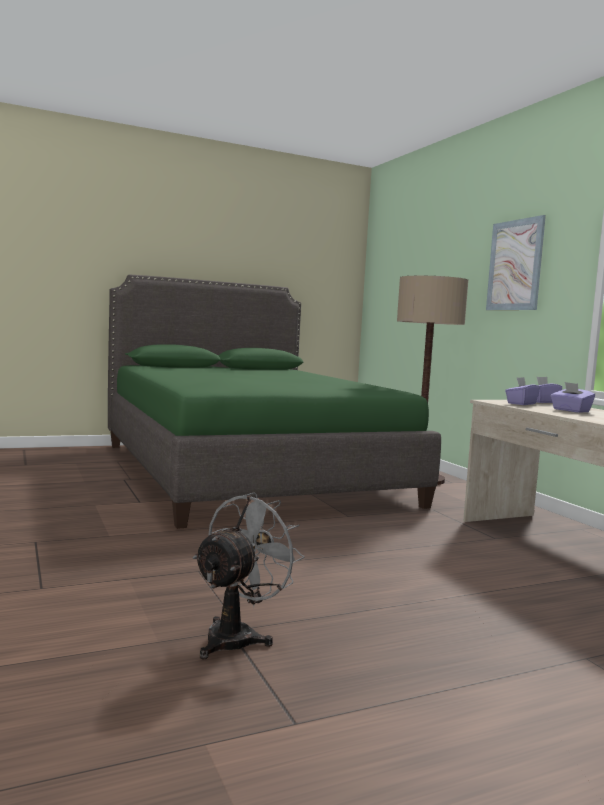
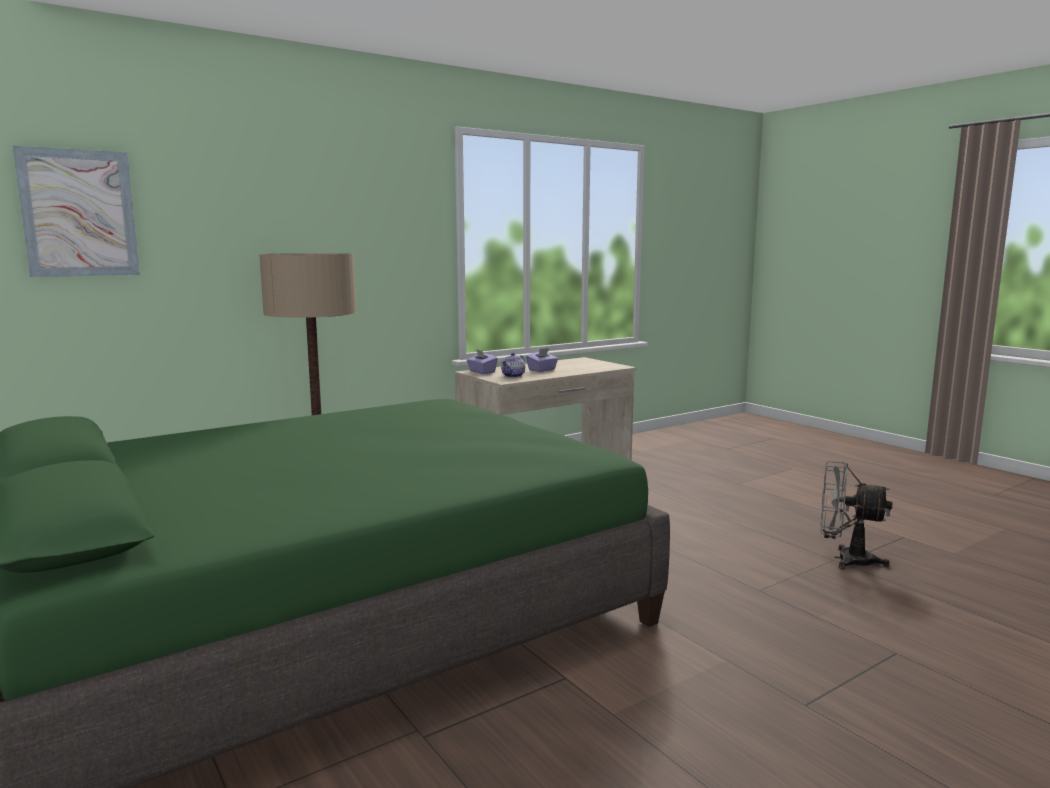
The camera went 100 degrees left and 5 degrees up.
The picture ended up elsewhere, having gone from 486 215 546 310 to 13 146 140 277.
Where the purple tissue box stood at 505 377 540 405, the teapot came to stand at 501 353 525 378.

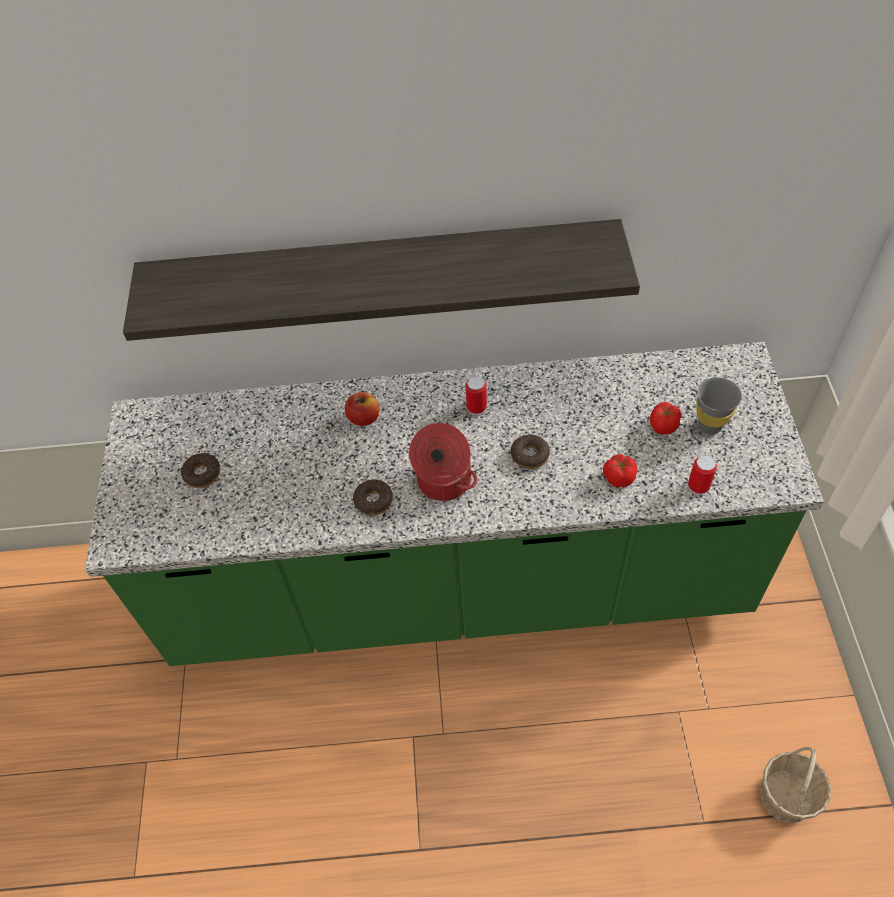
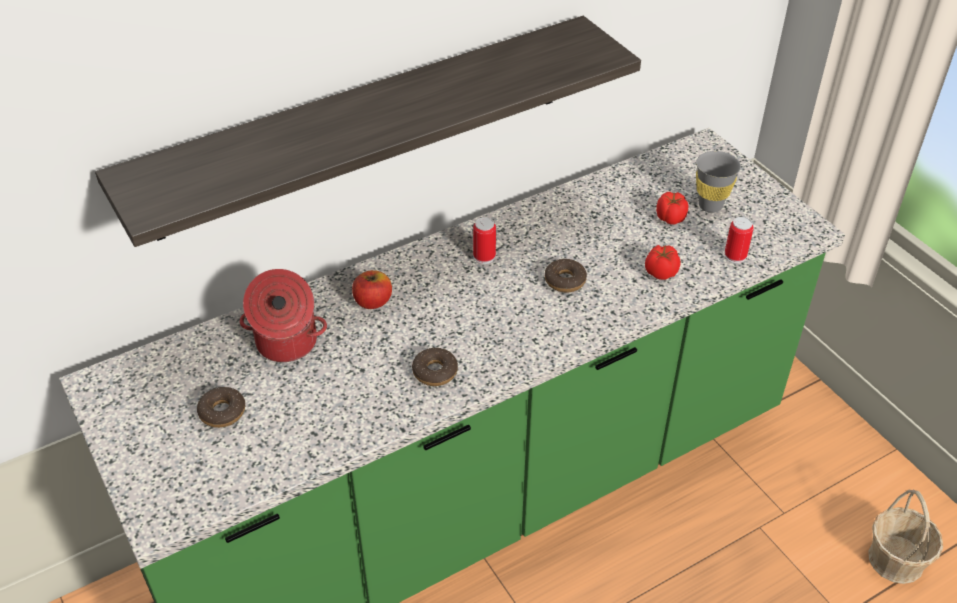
The camera went 30 degrees left and 10 degrees down.
The cooking pot ended up elsewhere, having gone from 409 423 478 501 to 240 269 327 362.

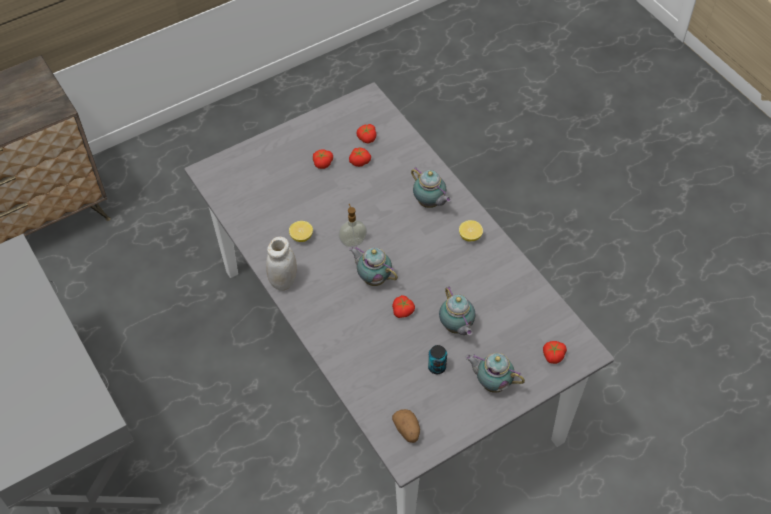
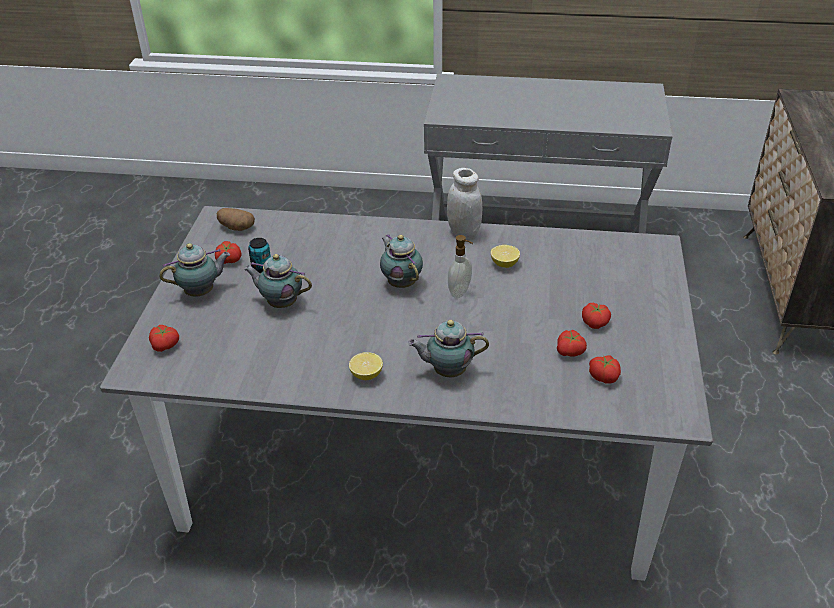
The camera went 130 degrees right and 15 degrees down.
The tomato ended up elsewhere, having gone from 392 295 415 318 to 215 241 241 264.
The teapot at 349 246 398 286 ended up facing another way, 105 degrees counterclockwise from before.

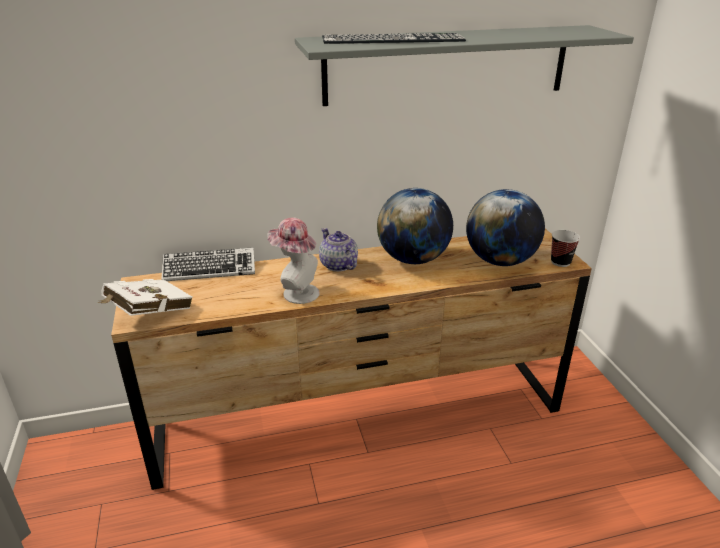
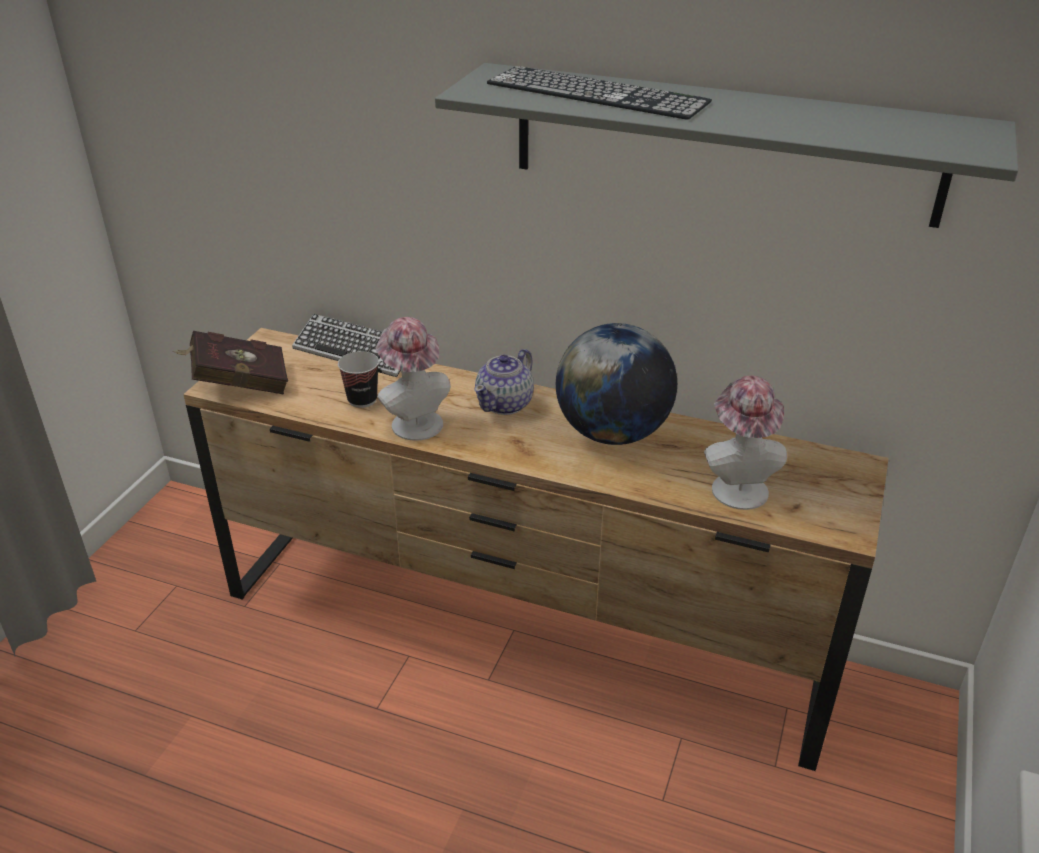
The camera went 35 degrees right and 5 degrees up.
What was the white book at 97 279 193 316 turned into the red book at 173 331 288 394.
The cup ended up elsewhere, having gone from 551 230 580 267 to 338 351 379 408.
The teapot at 319 228 358 272 ended up facing another way, 150 degrees counterclockwise from before.
Where the globe stood at 466 189 545 266, the hat came to stand at 704 375 787 510.

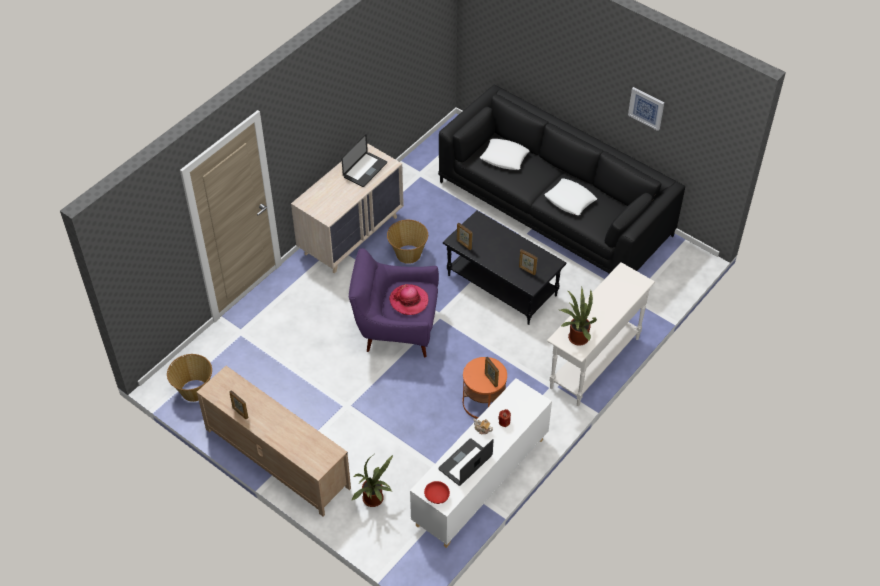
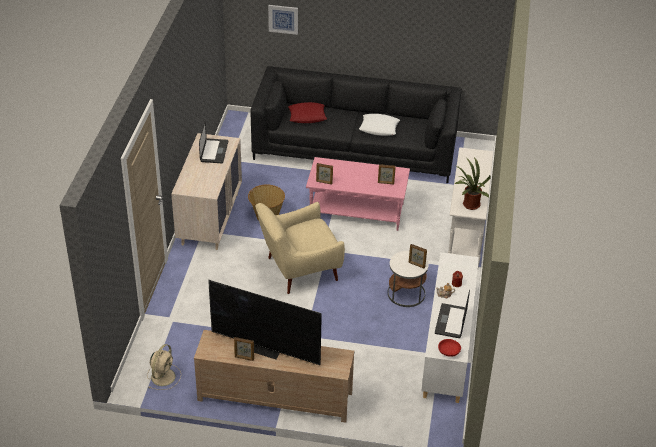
The camera went 30 degrees left and 10 degrees down.
Where the basket stood at 167 354 212 402, the beige fan came to stand at 147 344 181 390.
The second view gained the television at 208 280 322 365.
What was the purple armchair at 349 248 439 357 turned into the beige armchair at 255 202 345 294.
The picture ended up elsewhere, having gone from 628 87 664 131 to 268 5 298 35.
What was the white pillow at 480 139 529 170 turned into the red pillow at 288 102 327 123.
What was the black coffee table at 443 210 566 325 turned into the pink coffee table at 306 157 410 231.
What was the orange side table at 463 357 507 419 turned into the white side table at 388 251 429 307.
The second view lost the potted plant at 351 455 393 507.
The second view lost the hat at 389 284 428 315.

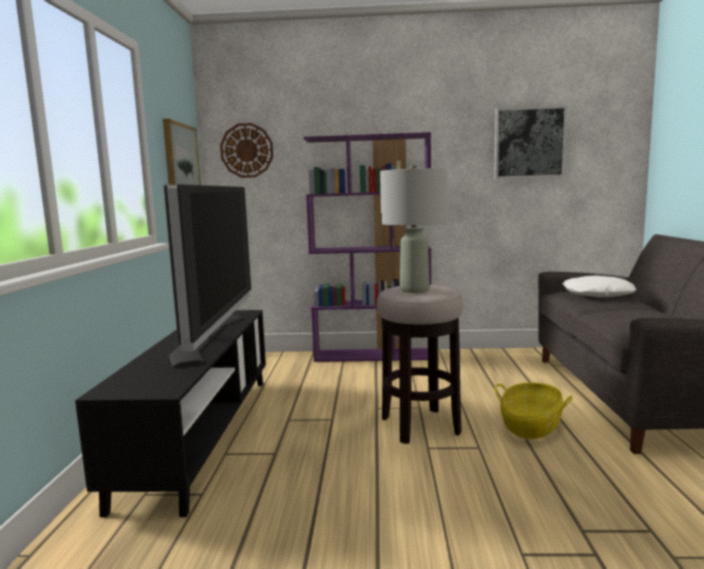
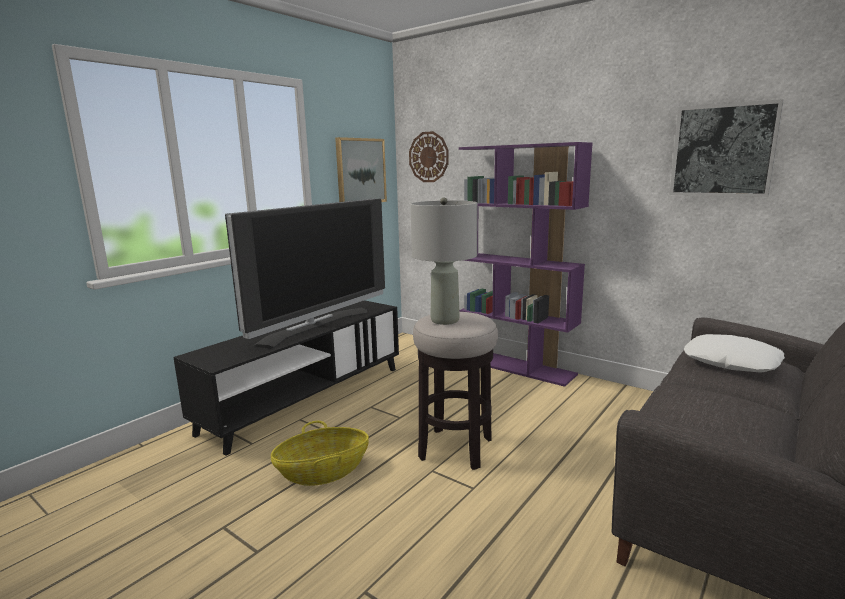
The camera went 35 degrees right and 5 degrees up.
The basket ended up elsewhere, having gone from 494 382 573 439 to 271 421 369 486.

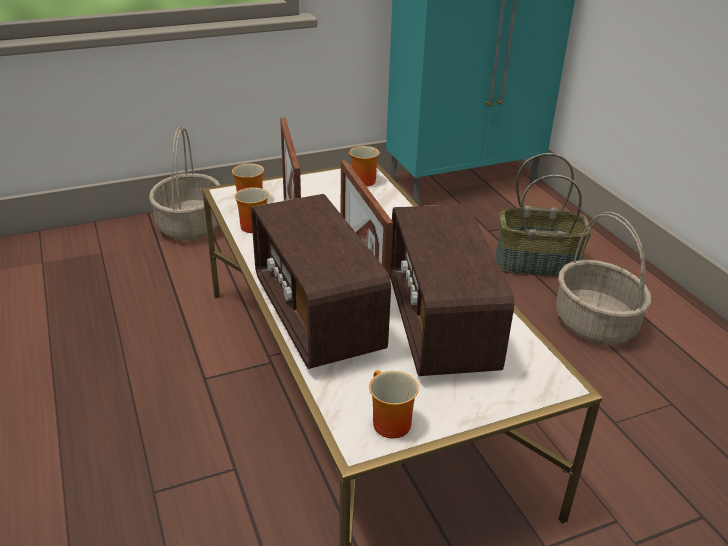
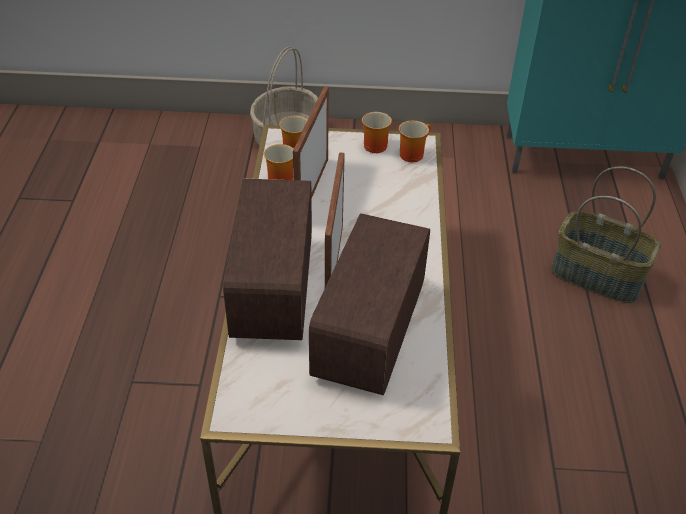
The camera went 25 degrees right and 10 degrees up.
The mug ended up elsewhere, having gone from 369 370 419 439 to 362 112 392 153.
The second view lost the basket at 556 212 651 345.

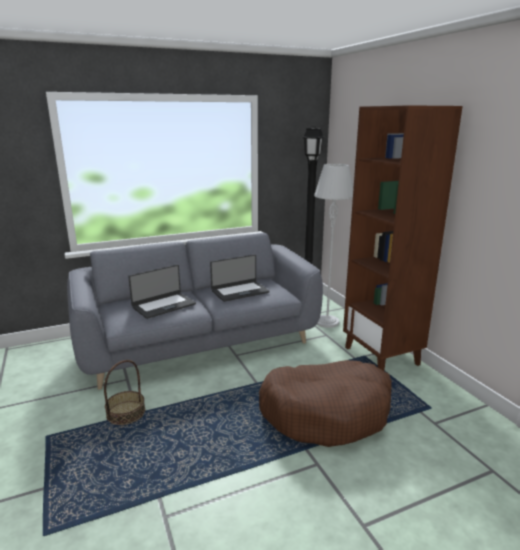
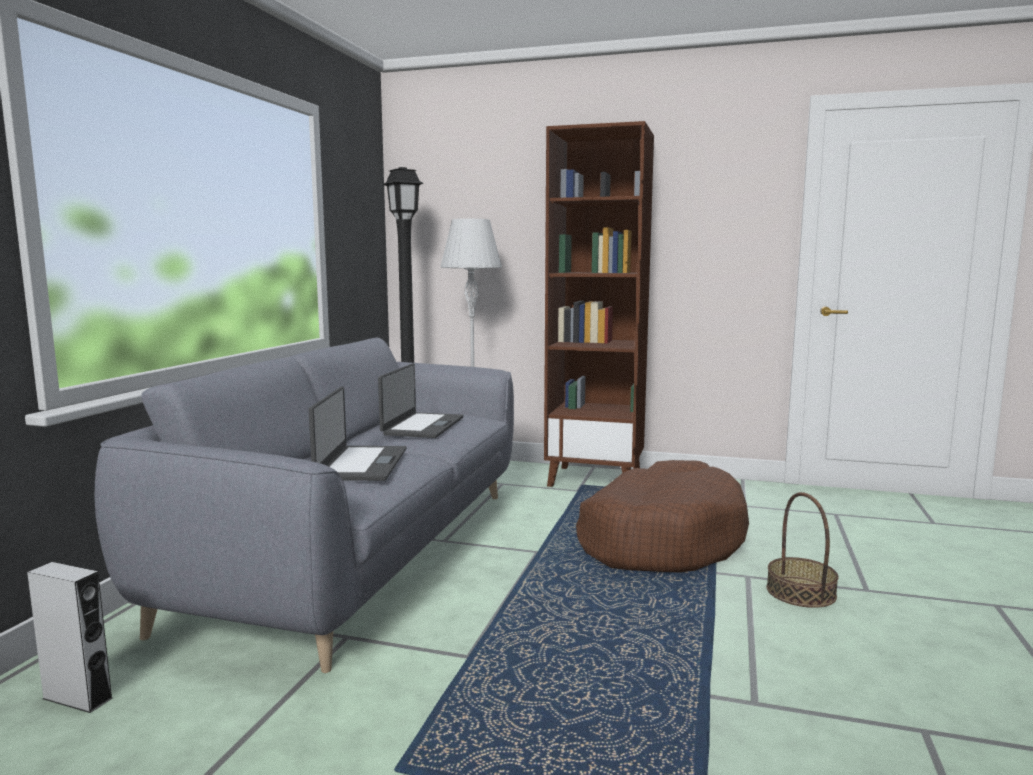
The camera went 50 degrees left and 10 degrees down.
The second view gained the grey speaker at 27 562 113 713.
The basket ended up elsewhere, having gone from 104 360 145 425 to 766 492 839 608.

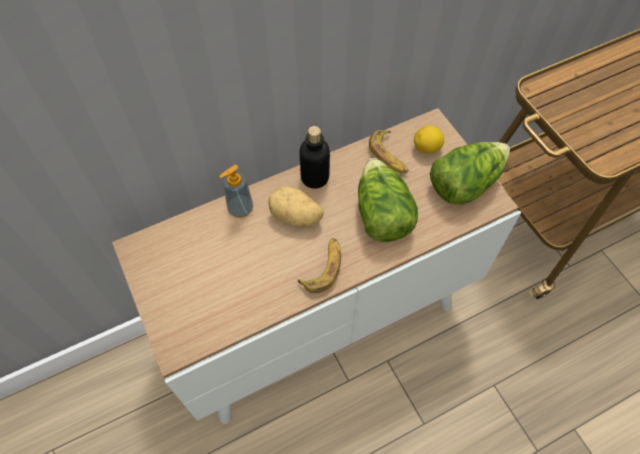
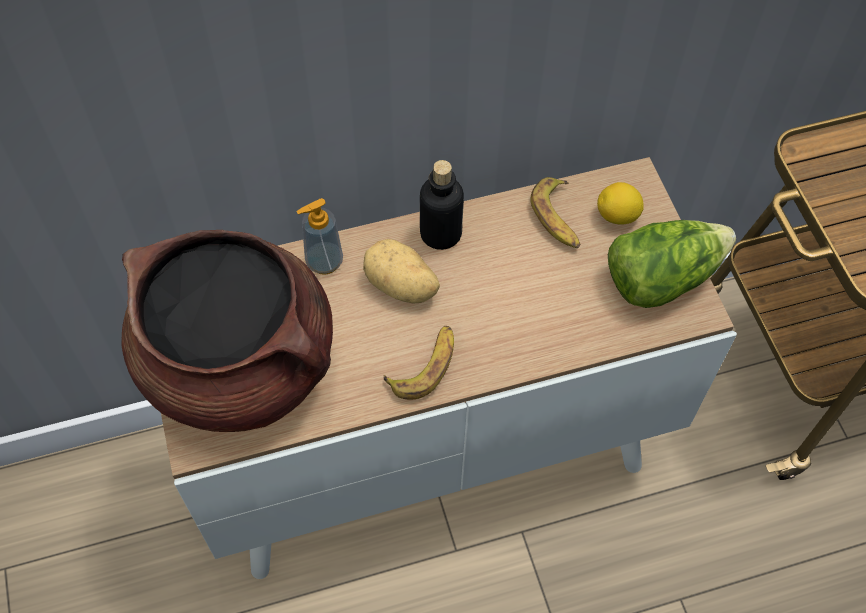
The camera went 10 degrees right and 0 degrees up.
The second view gained the brown cooking pot at 121 230 333 432.
The second view lost the lettuce at 358 158 418 242.

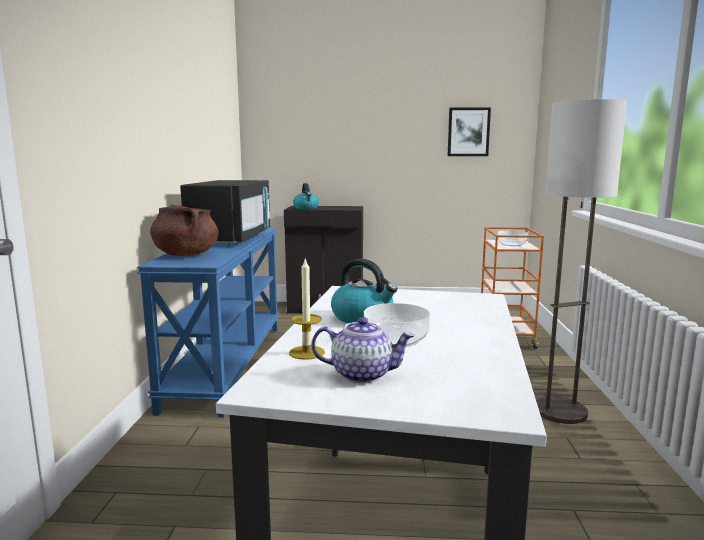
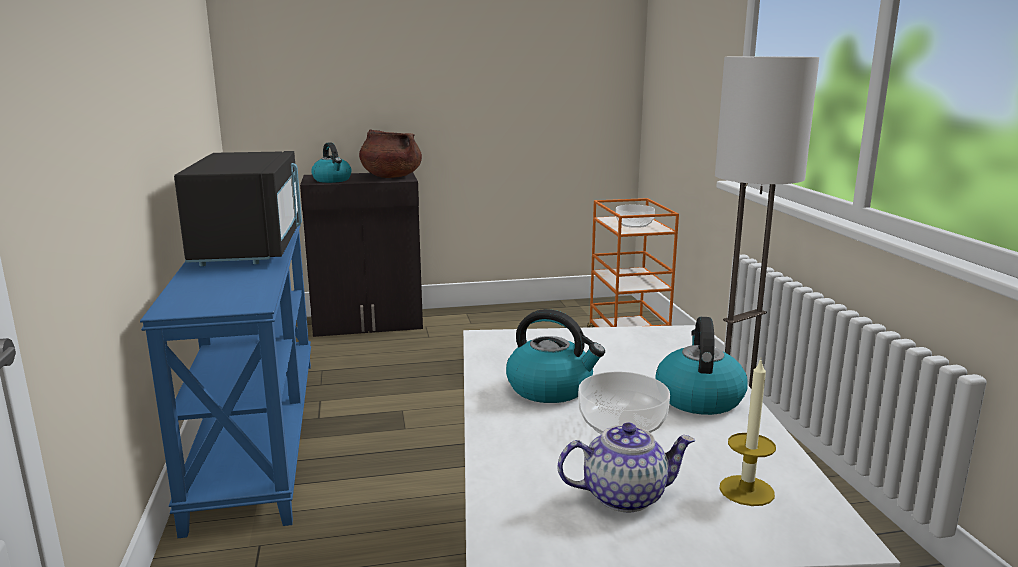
The camera went 15 degrees left and 5 degrees up.
The brown cooking pot ended up elsewhere, having gone from 150 205 219 256 to 359 129 422 178.
The second view gained the kettle at 655 317 748 415.
The candle ended up elsewhere, having gone from 289 257 325 360 to 719 357 776 506.
The second view lost the picture at 448 107 491 156.

